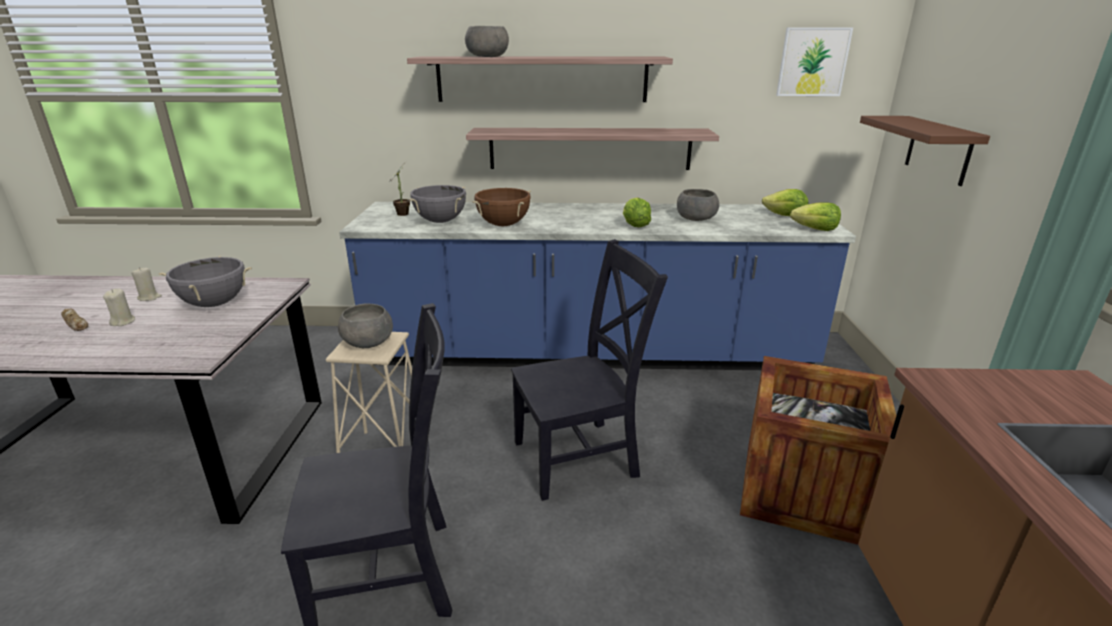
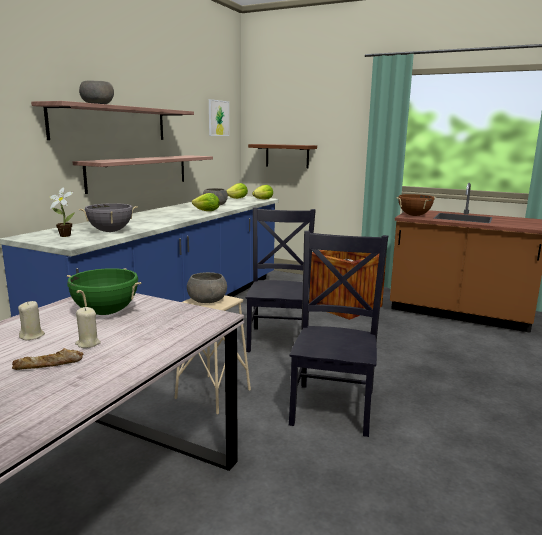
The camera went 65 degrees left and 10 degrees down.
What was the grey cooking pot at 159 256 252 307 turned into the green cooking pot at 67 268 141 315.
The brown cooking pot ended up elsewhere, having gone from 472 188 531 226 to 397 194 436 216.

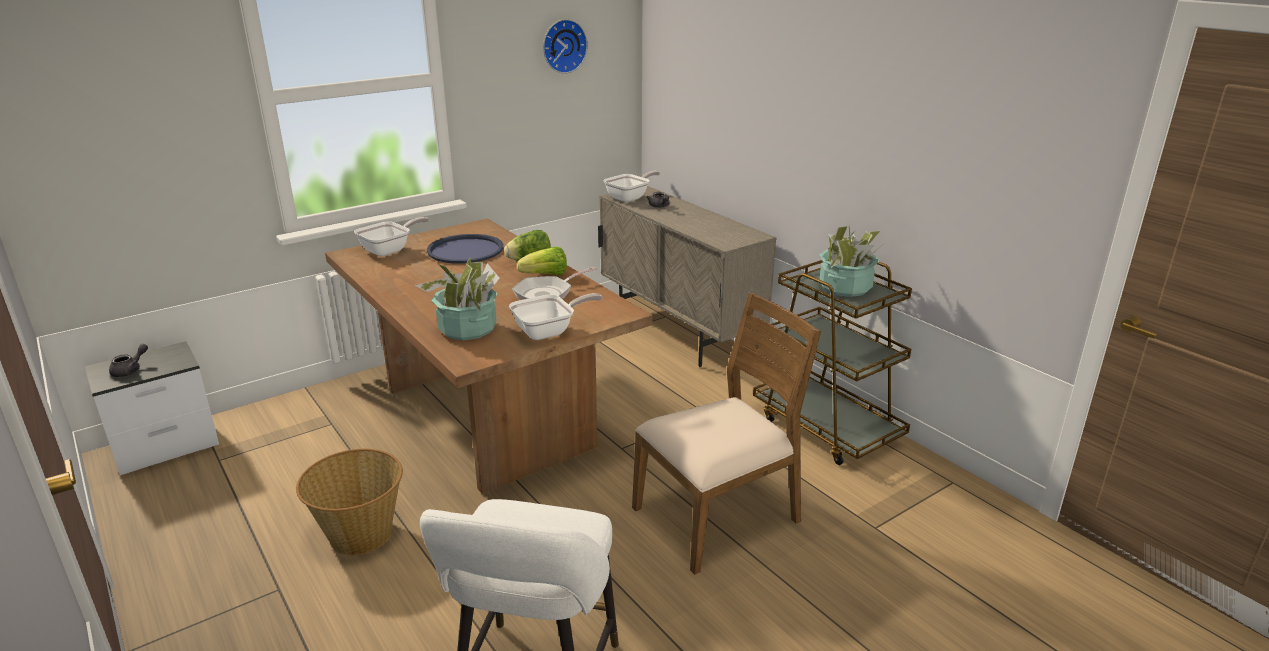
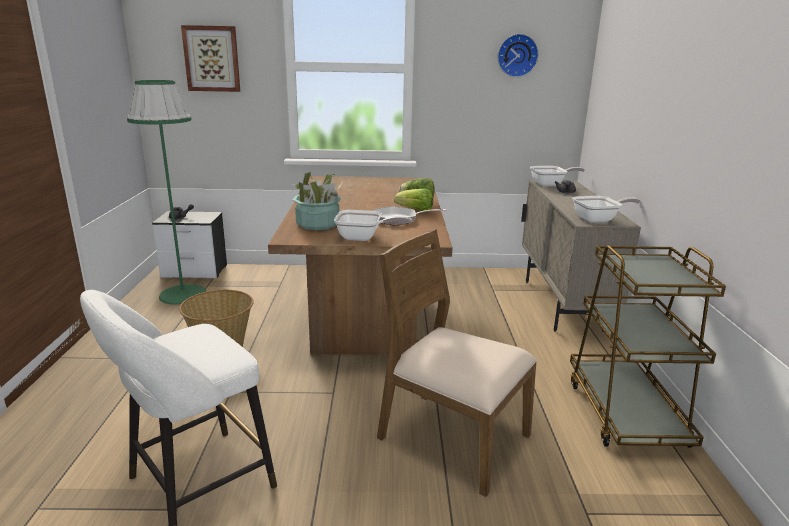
The camera went 35 degrees right and 5 degrees down.
The second view gained the green floor lamp at 127 80 207 305.
The second view gained the picture at 181 25 240 92.
The brown chair at 632 292 821 575 ended up facing another way, 150 degrees counterclockwise from before.
The frying pan ended up elsewhere, having gone from 354 217 429 256 to 573 196 641 223.
The second view lost the blue tray at 427 234 504 264.
The second view lost the potted plant at 819 226 886 297.

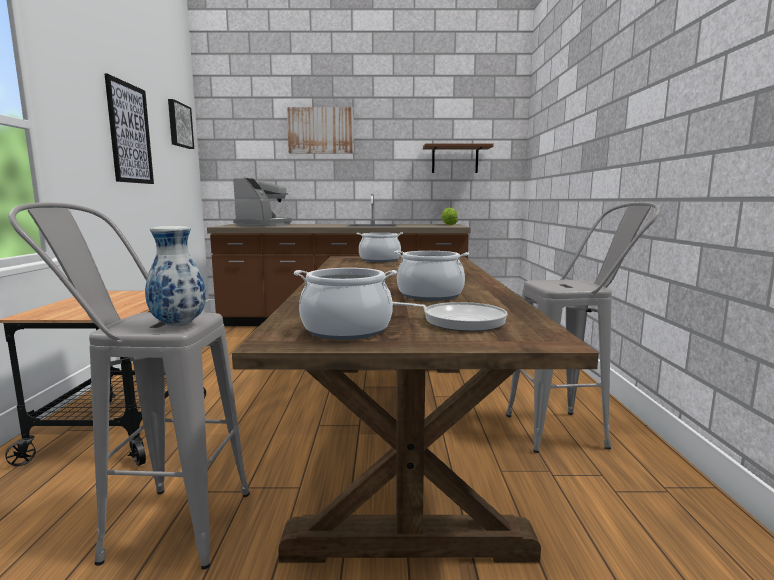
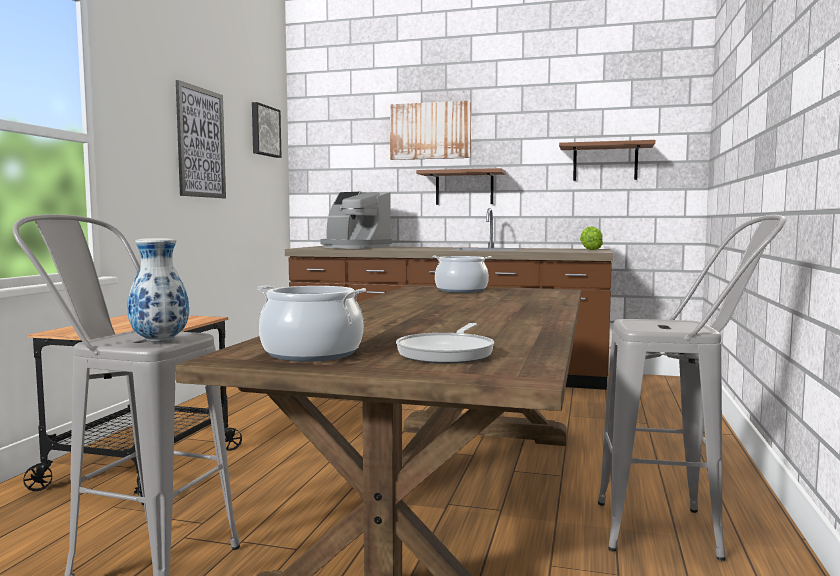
The camera went 15 degrees right and 5 degrees down.
The coffee machine at 233 178 292 226 ended up facing another way, 105 degrees clockwise from before.
The frying pan at 392 302 508 332 ended up facing another way, 75 degrees clockwise from before.
The second view gained the brown shelf at 416 168 506 205.
The second view lost the cooking pot at 394 251 469 301.

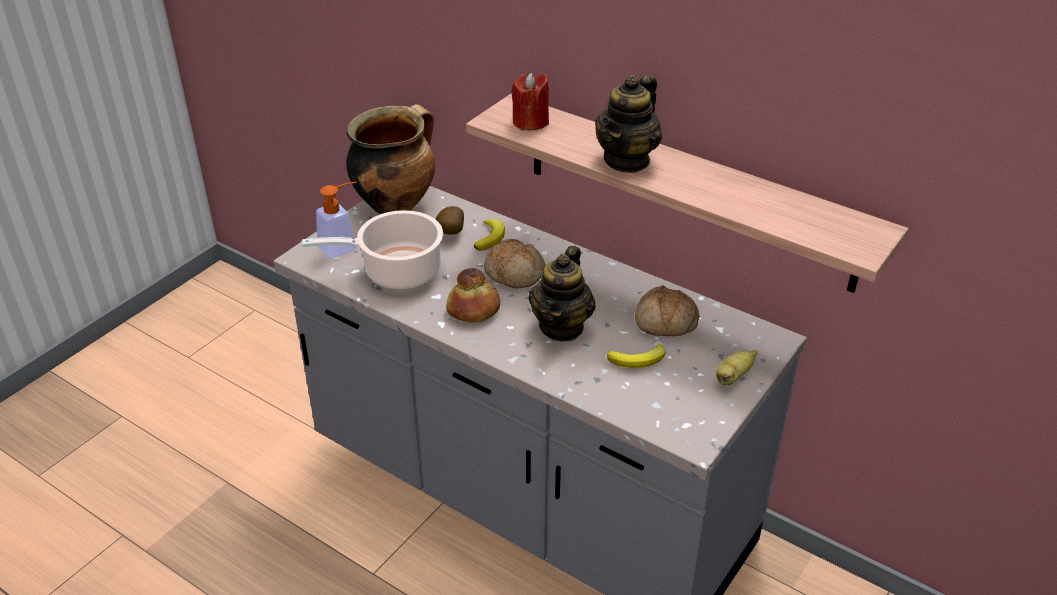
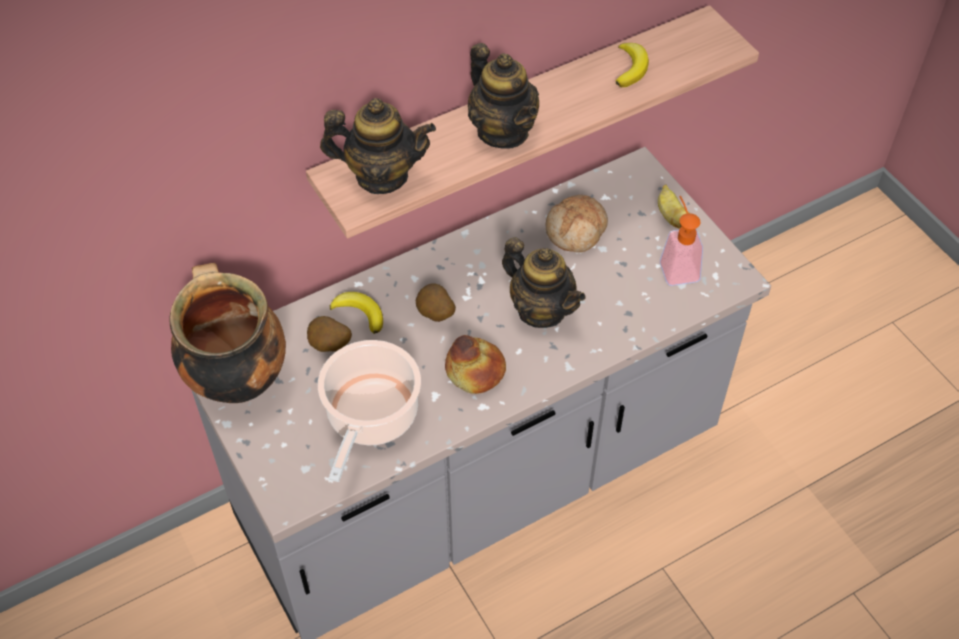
The camera went 65 degrees left and 15 degrees up.
Where the red candle stood at 511 73 549 130, the teapot came to stand at 320 98 436 194.
Where the bread stood at 484 239 545 288, the potato came to stand at 416 283 456 322.
The banana ended up elsewhere, having gone from 607 344 666 368 to 616 43 649 87.
The soap dispenser ended up elsewhere, having gone from 316 181 357 258 to 660 196 703 286.

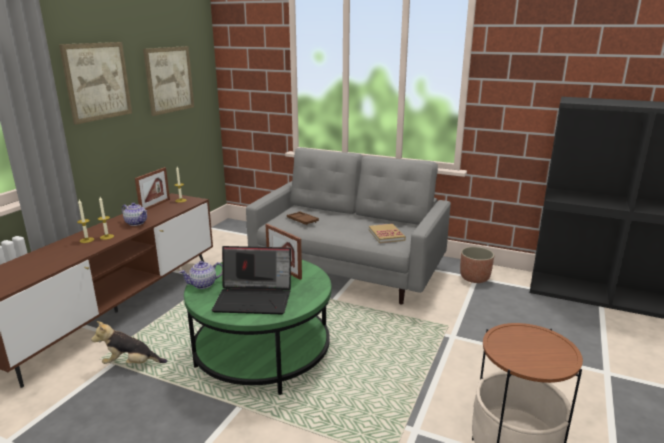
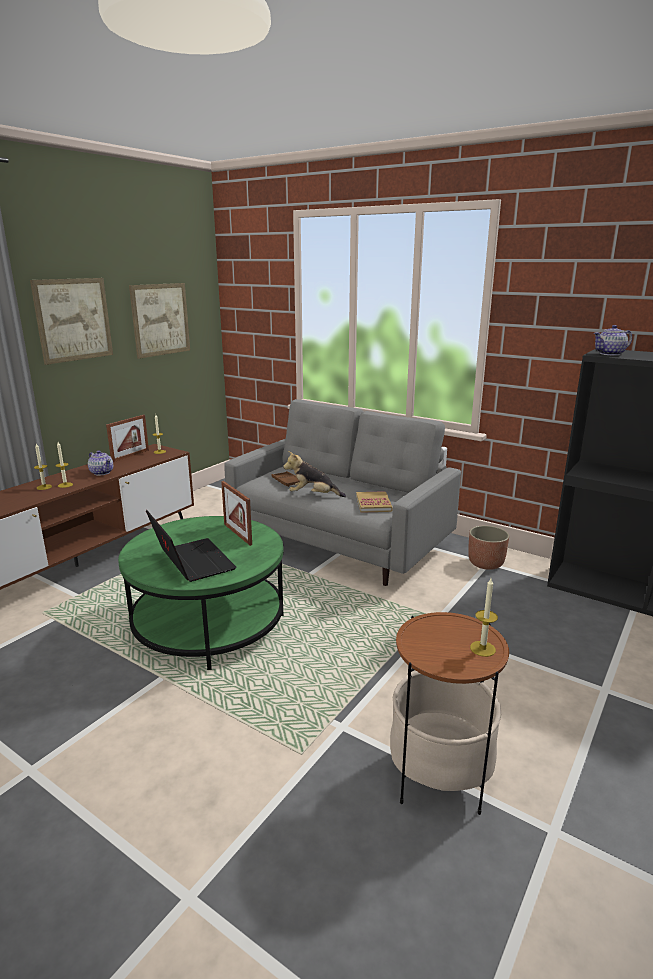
The camera went 10 degrees right and 0 degrees up.
The laptop at 212 246 291 314 ended up facing another way, 135 degrees counterclockwise from before.
The plush toy ended up elsewhere, having gone from 91 321 167 364 to 283 451 346 497.
The second view gained the candle at 470 578 498 657.
The teapot ended up elsewhere, having gone from 179 261 223 289 to 594 325 632 355.

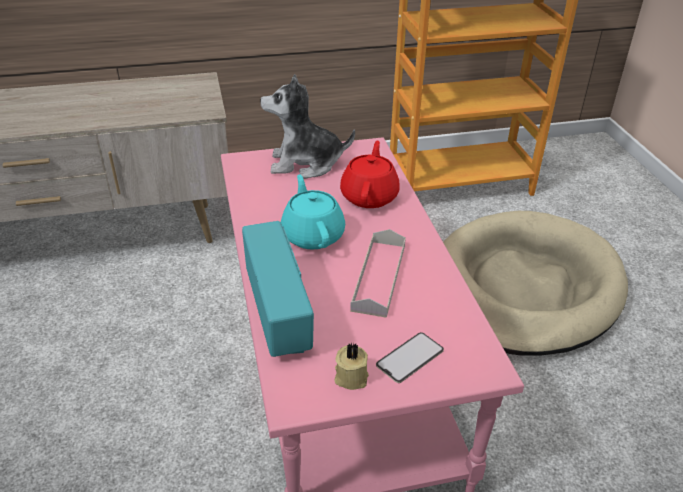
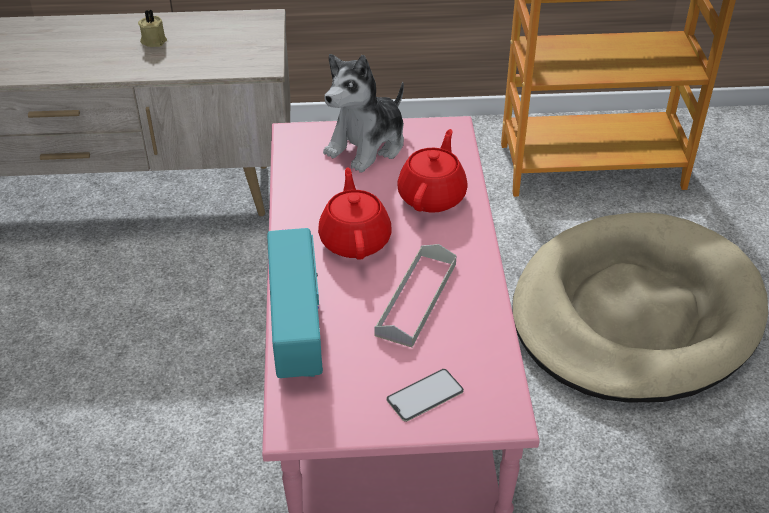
The camera went 10 degrees right and 5 degrees up.
The beige candle ended up elsewhere, having gone from 334 343 369 390 to 138 10 167 47.
What was the turquoise teapot at 281 175 345 249 turned into the red teapot at 318 167 391 260.
The plush toy at 260 74 355 179 ended up facing another way, 60 degrees counterclockwise from before.

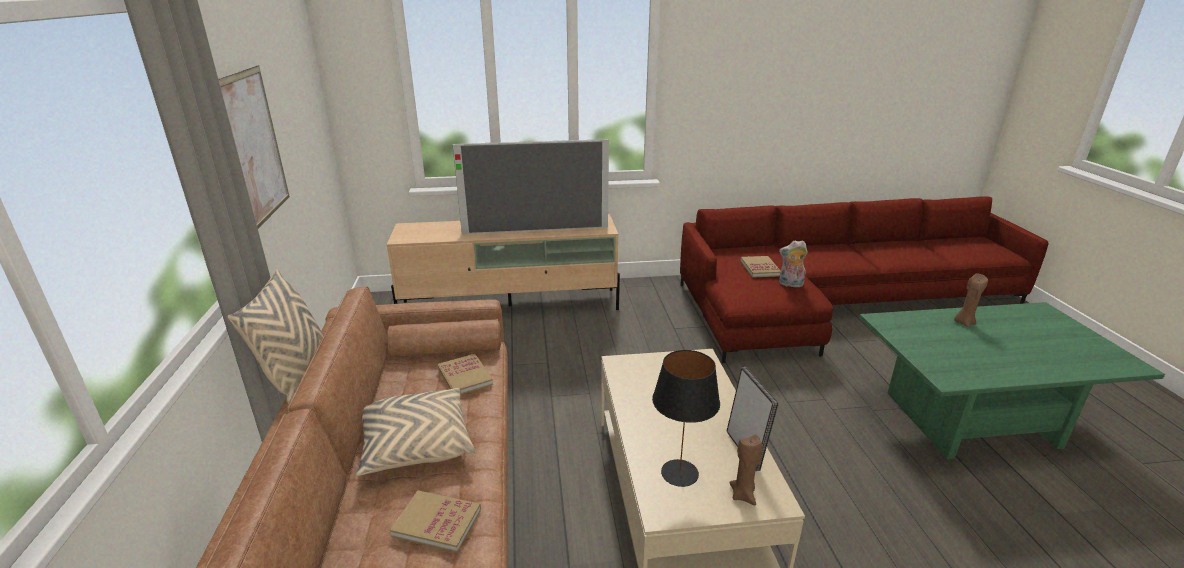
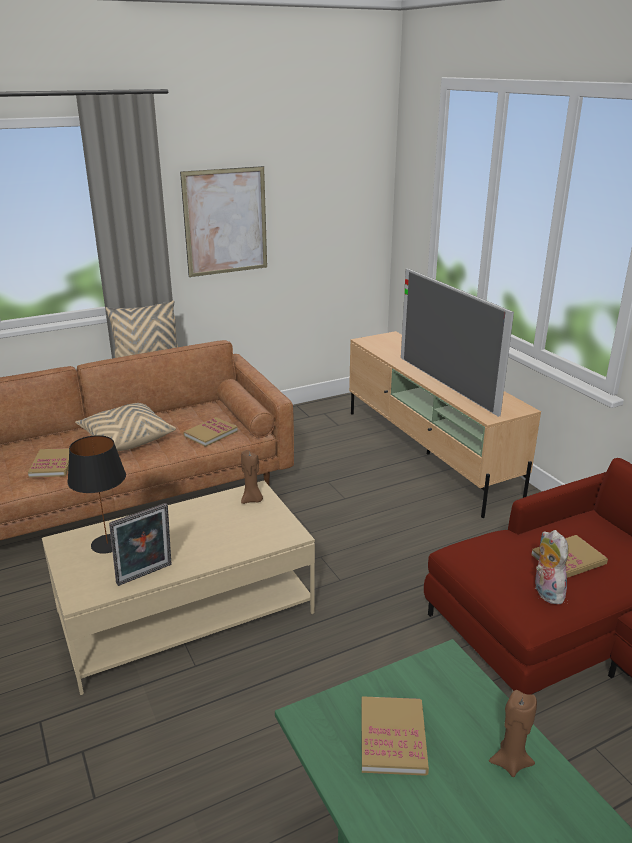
The camera went 70 degrees right and 0 degrees up.
The brown candle ended up elsewhere, having gone from 729 434 763 506 to 241 450 263 504.
The second view gained the book at 361 696 429 776.

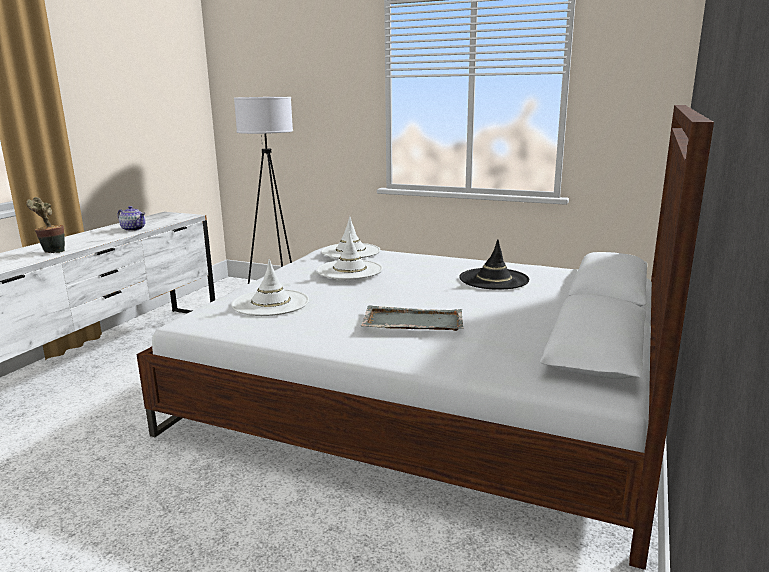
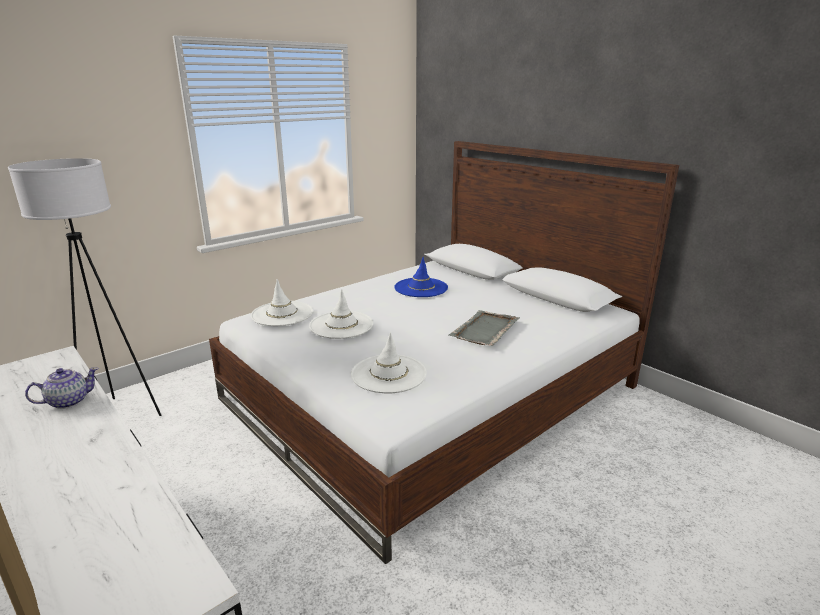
The camera went 65 degrees left and 5 degrees up.
What was the black hat at 459 239 529 290 turned into the blue hat at 394 257 448 297.
The second view lost the potted plant at 26 197 65 253.

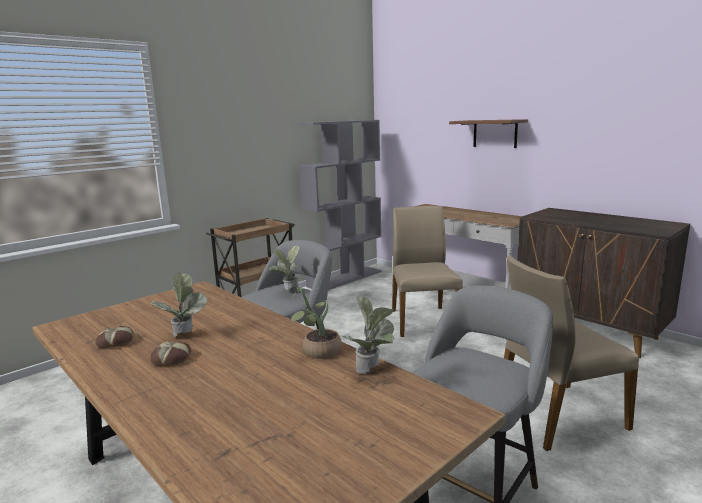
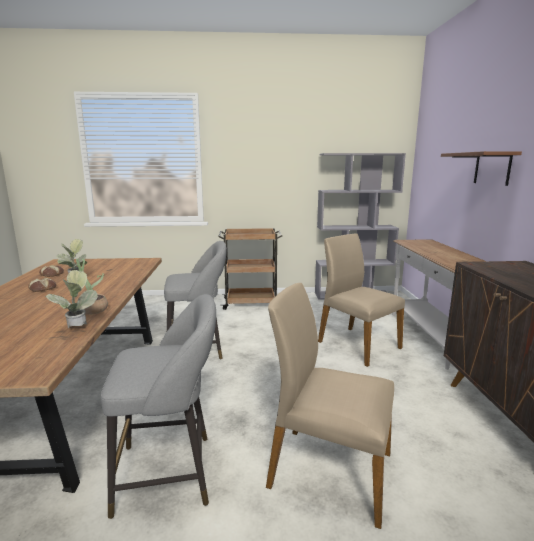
The camera went 40 degrees right and 0 degrees up.
The beige chair at 392 206 463 337 ended up facing another way, 75 degrees counterclockwise from before.
The second view lost the potted plant at 270 245 300 292.

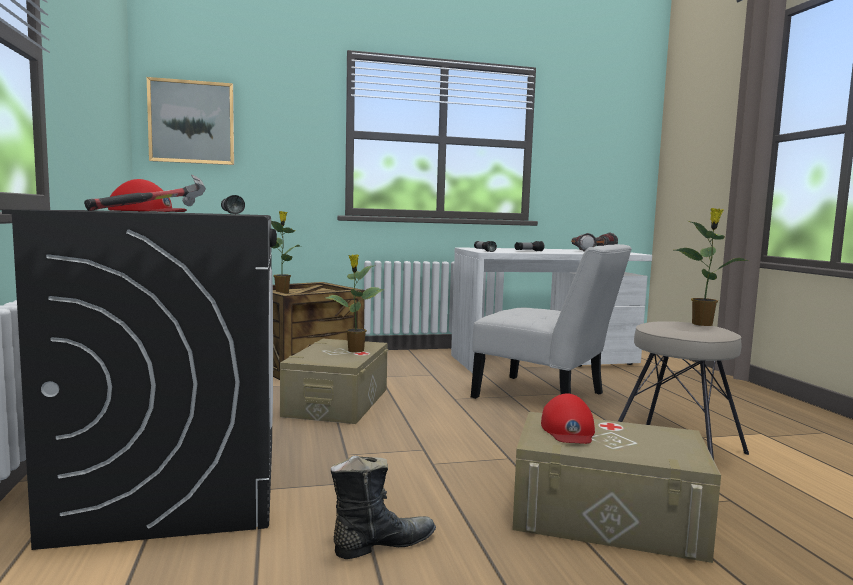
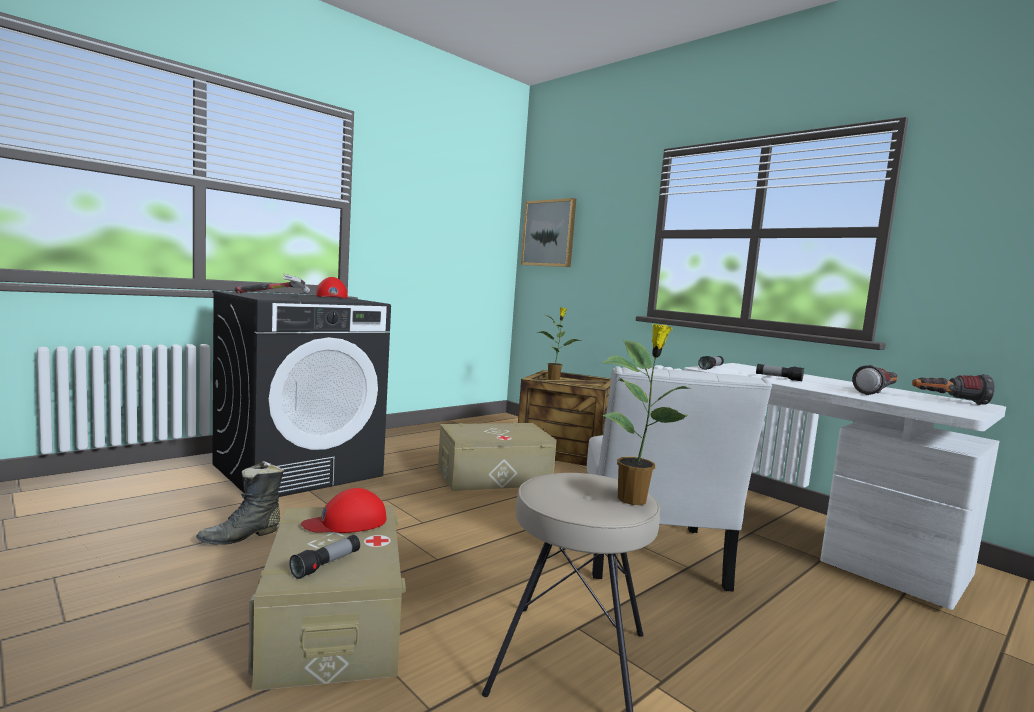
The camera went 60 degrees right and 0 degrees up.
The black boot at 331 456 436 559 ended up facing another way, 105 degrees clockwise from before.
The flashlight ended up elsewhere, having gone from 221 195 245 214 to 289 535 360 579.
The second view lost the potted plant at 325 254 384 352.

